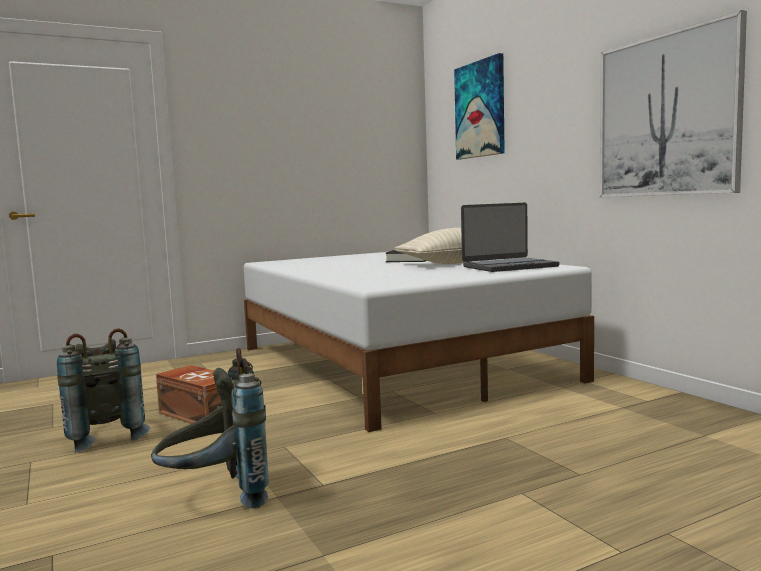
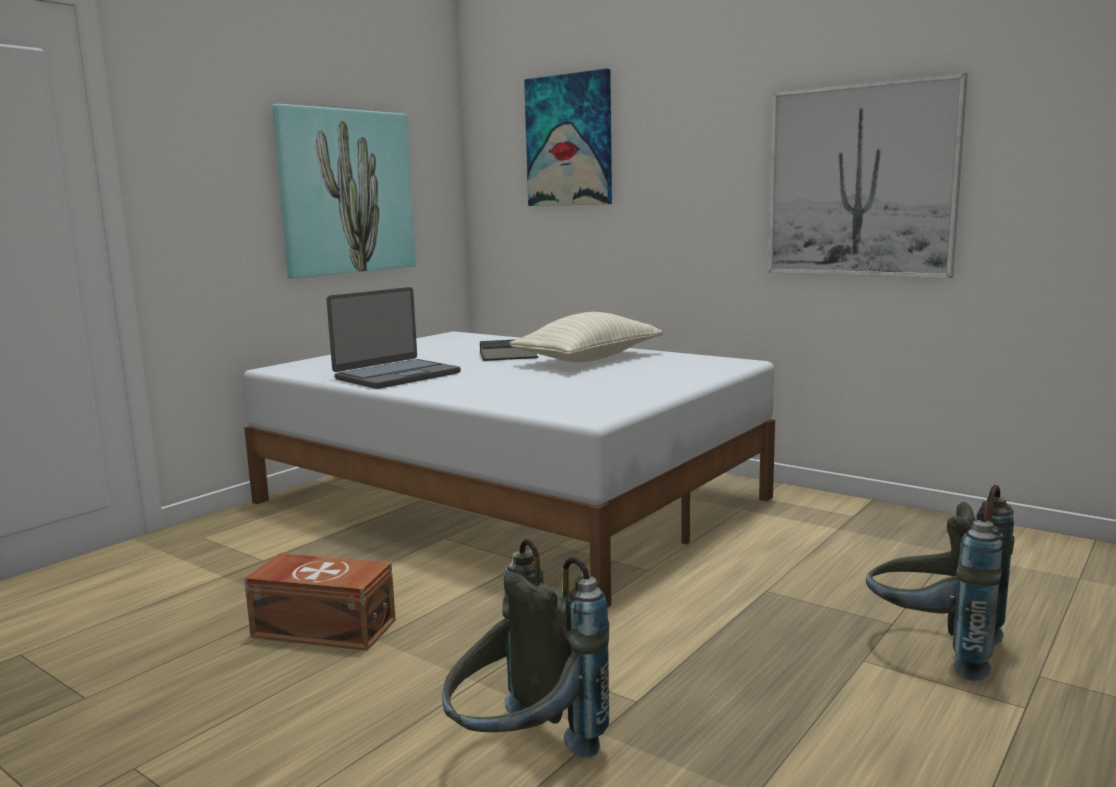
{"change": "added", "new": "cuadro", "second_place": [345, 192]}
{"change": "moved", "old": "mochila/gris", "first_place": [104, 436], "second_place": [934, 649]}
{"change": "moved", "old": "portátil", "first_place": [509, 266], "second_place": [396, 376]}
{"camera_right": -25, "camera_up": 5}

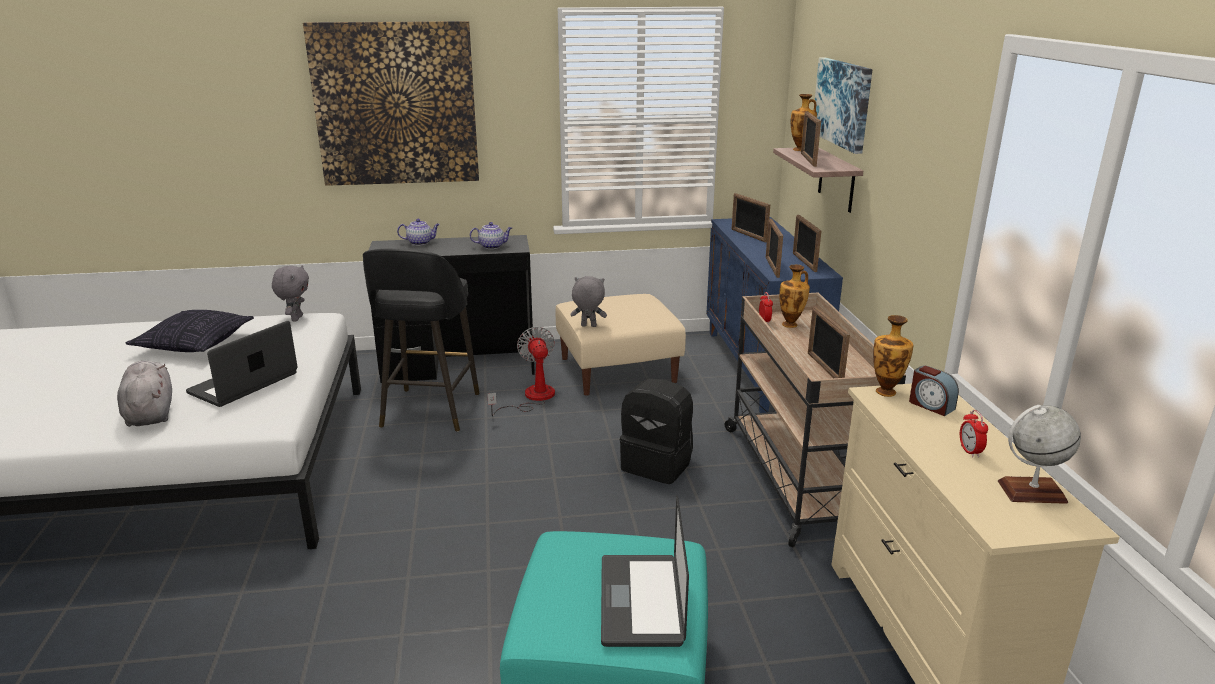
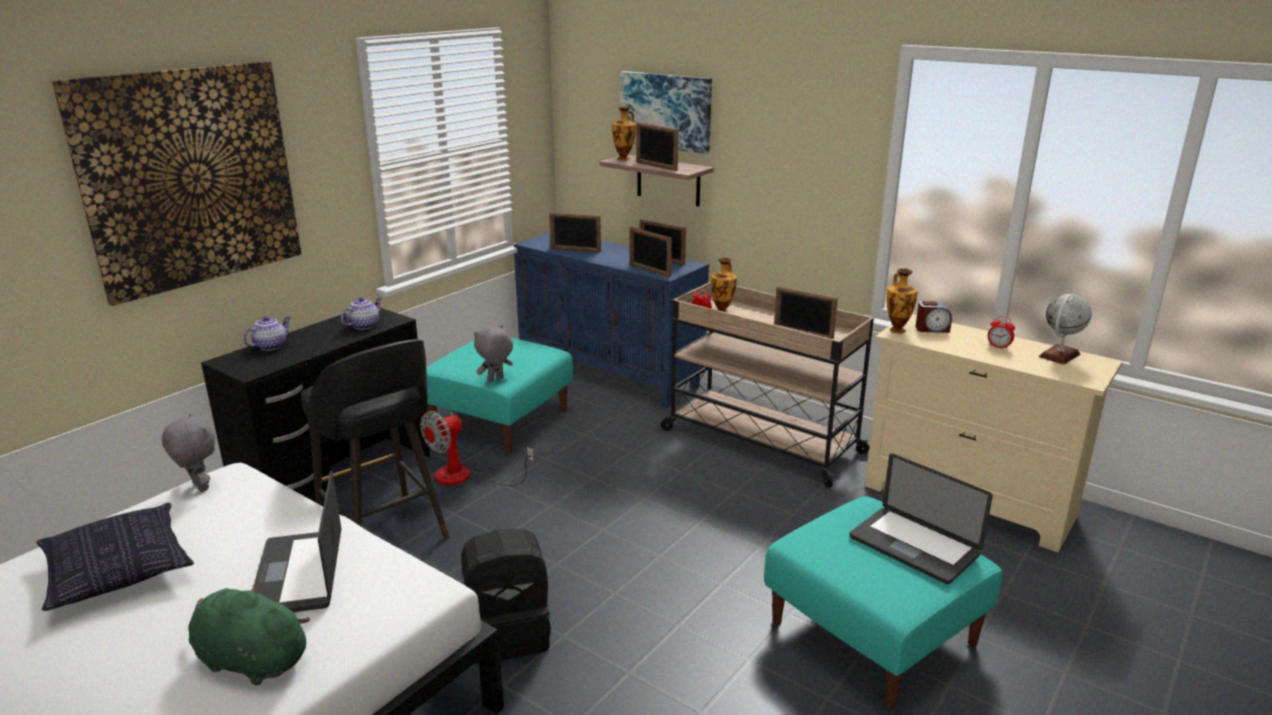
{"change": "moved", "old": "mochila/negro", "first_place": [657, 464], "second_place": [508, 634]}
{"change": "recoloured", "old": "peluche/gris", "new": "peluche/verde", "first_place": [150, 413], "second_place": [249, 660]}
{"change": "recoloured", "old": "puf/beis", "new": "puf/turquesa", "first_place": [617, 370], "second_place": [500, 420]}
{"change": "turned", "old": "ventilador", "first_place": [532, 398], "second_place": [465, 477], "degrees": -75}
{"camera_right": -45, "camera_up": 0}

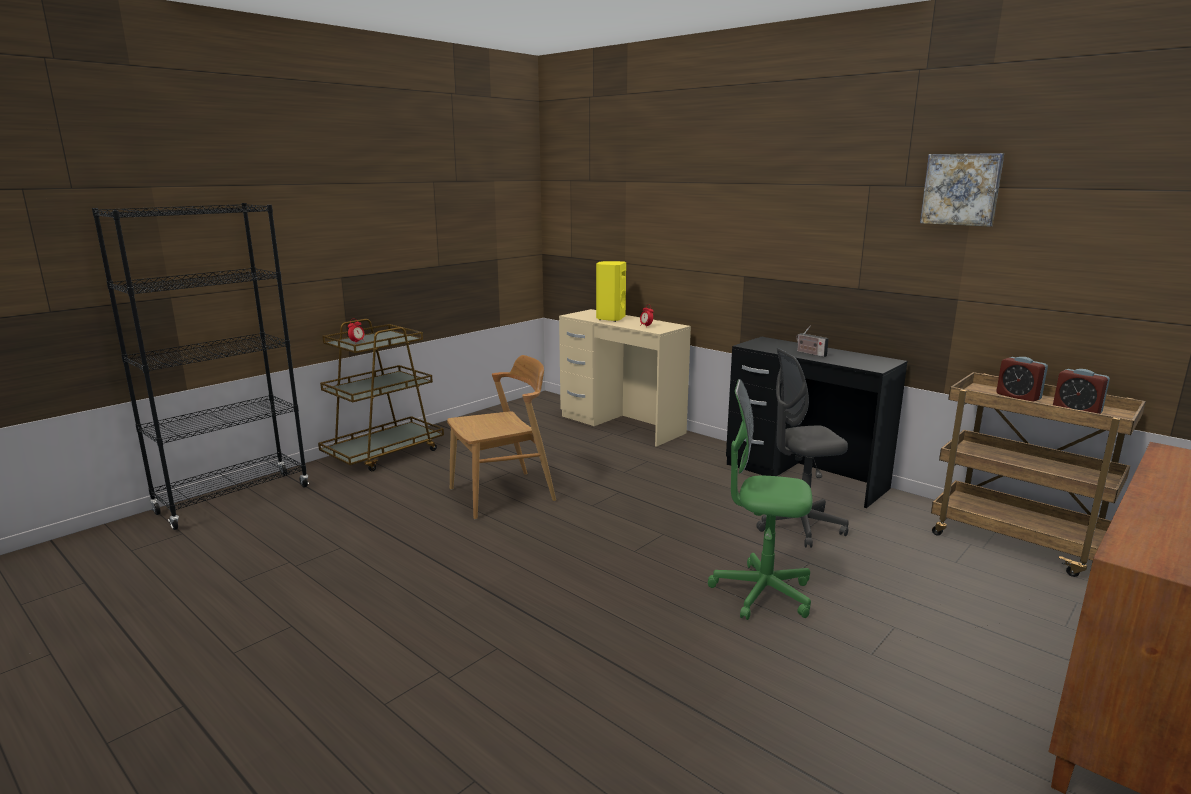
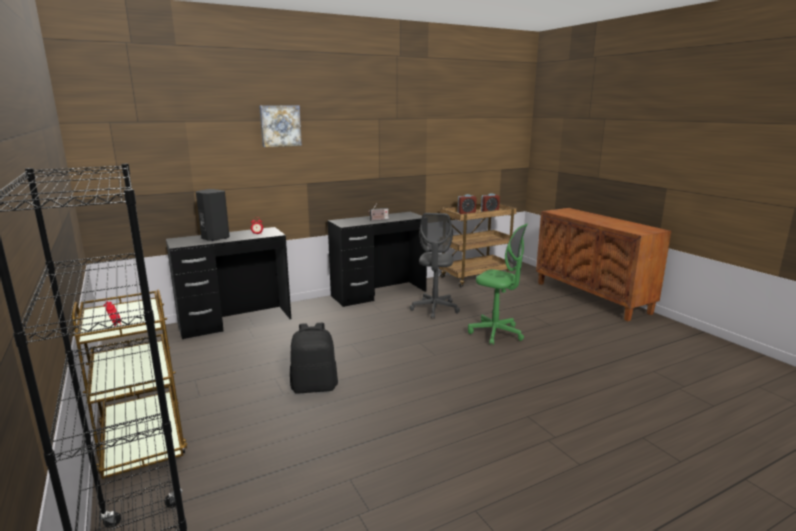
{"change": "moved", "old": "cuadro", "first_place": [961, 189], "second_place": [280, 126]}
{"change": "replaced", "old": "silla/marrón", "new": "mochila/negro", "first_place": [502, 495], "second_place": [314, 387]}
{"change": "recoloured", "old": "escritorio/beis", "new": "escritorio/negro", "first_place": [622, 424], "second_place": [235, 321]}
{"change": "recoloured", "old": "altavoz/amarillo", "new": "altavoz/negro", "first_place": [610, 318], "second_place": [214, 238]}
{"change": "turned", "old": "silla de oficina/verde", "first_place": [762, 593], "second_place": [496, 333], "degrees": -90}
{"camera_right": -70, "camera_up": 0}

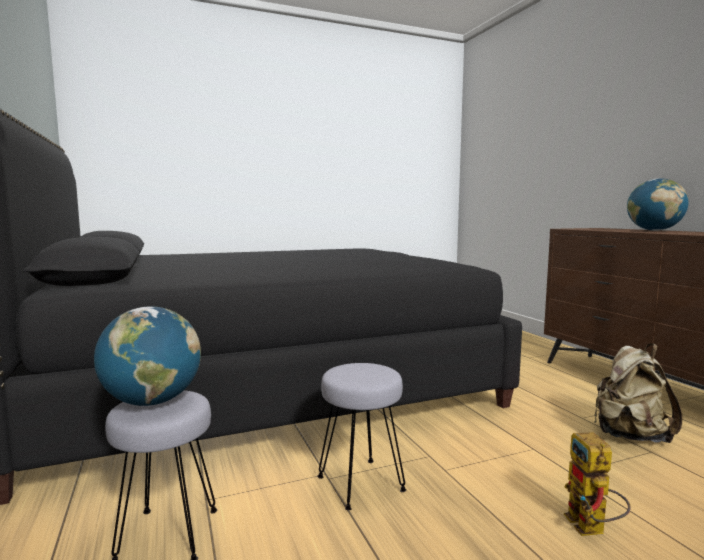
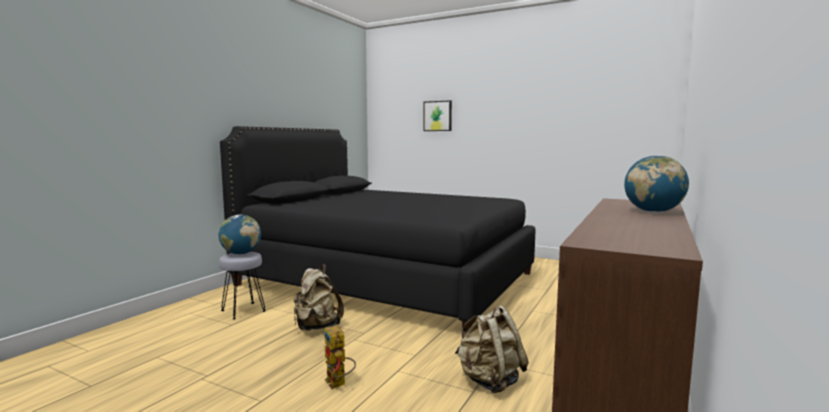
{"change": "added", "new": "cuadro", "second_place": [438, 116]}
{"change": "replaced", "old": "taburete/gris", "new": "mochila/beis", "first_place": [362, 483], "second_place": [316, 327]}
{"change": "turned", "old": "robot de juguete", "first_place": [592, 529], "second_place": [339, 384], "degrees": -75}
{"camera_right": 50, "camera_up": 0}

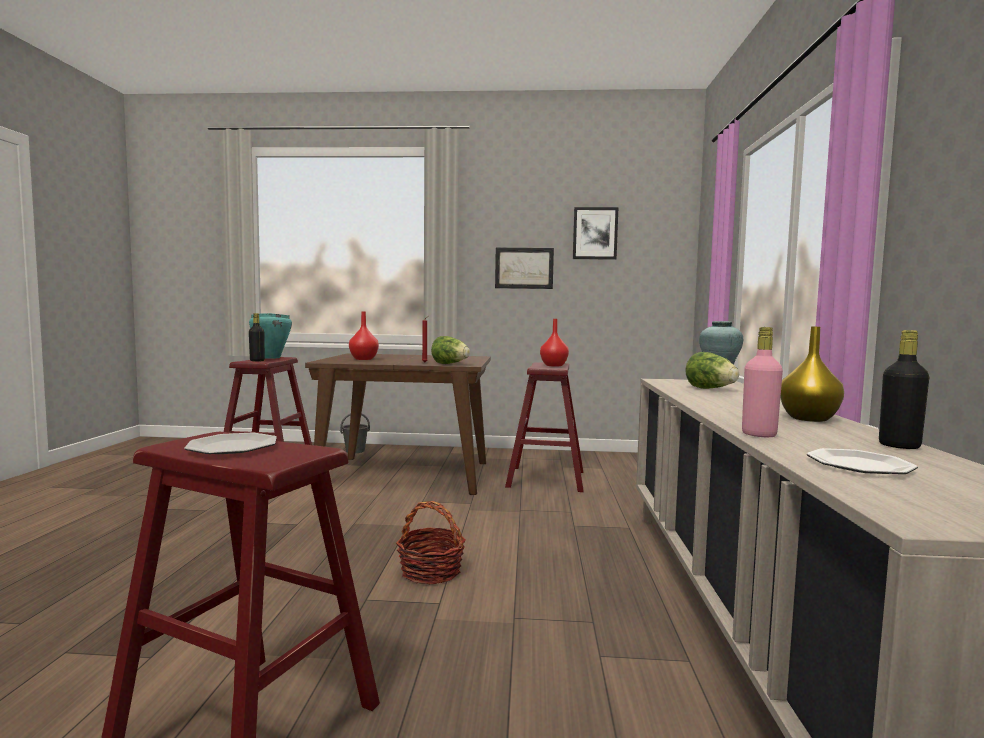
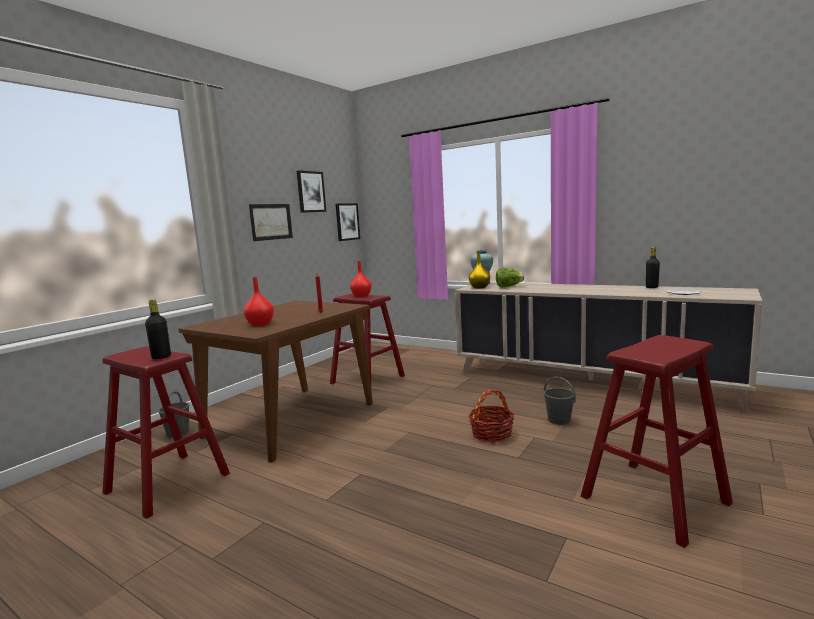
{"change": "removed", "old": "plato", "first_place": [233, 447]}
{"change": "removed", "old": "olla/turquesa", "first_place": [271, 357]}
{"change": "removed", "old": "lechuga", "first_place": [450, 364]}
{"change": "removed", "old": "botella/rosa", "first_place": [759, 434]}
{"change": "added", "new": "cuadro", "second_place": [347, 222]}
{"change": "added", "new": "cubo/gris", "second_place": [559, 420]}
{"change": "moved", "old": "florero/amarillo", "first_place": [807, 419], "second_place": [479, 287]}
{"camera_right": -60, "camera_up": 5}

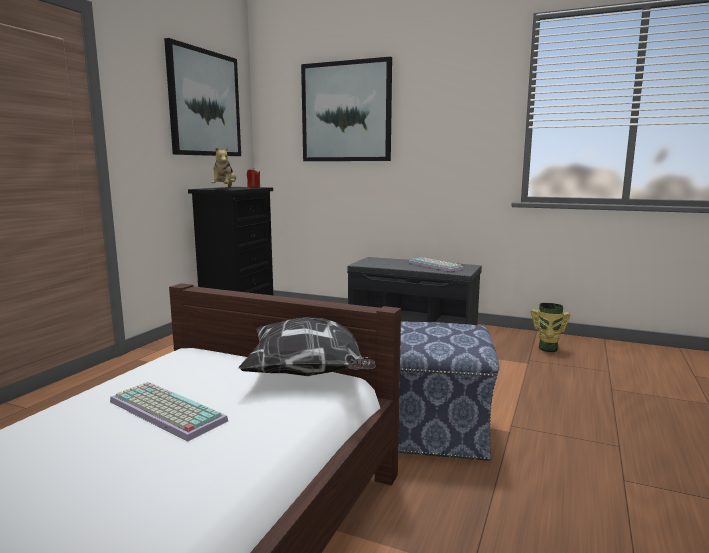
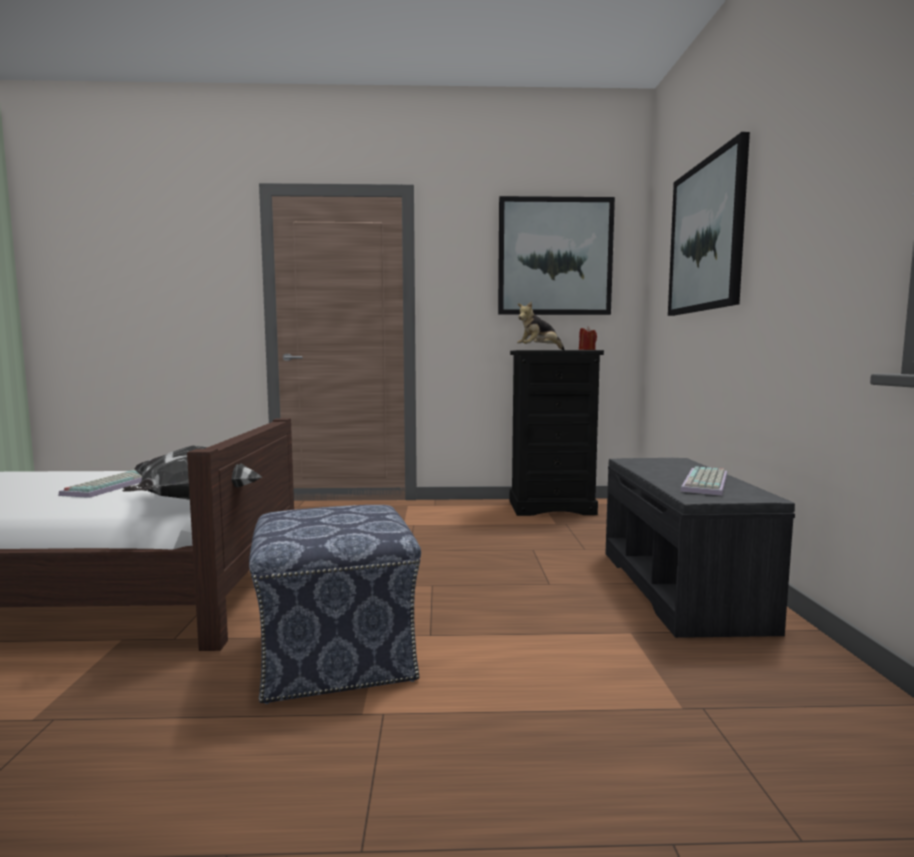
{"change": "removed", "old": "florero", "first_place": [547, 349]}
{"camera_right": 65, "camera_up": -5}

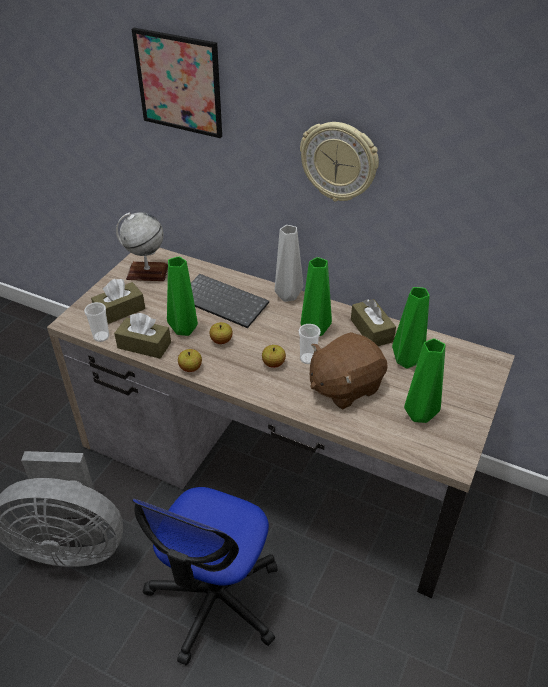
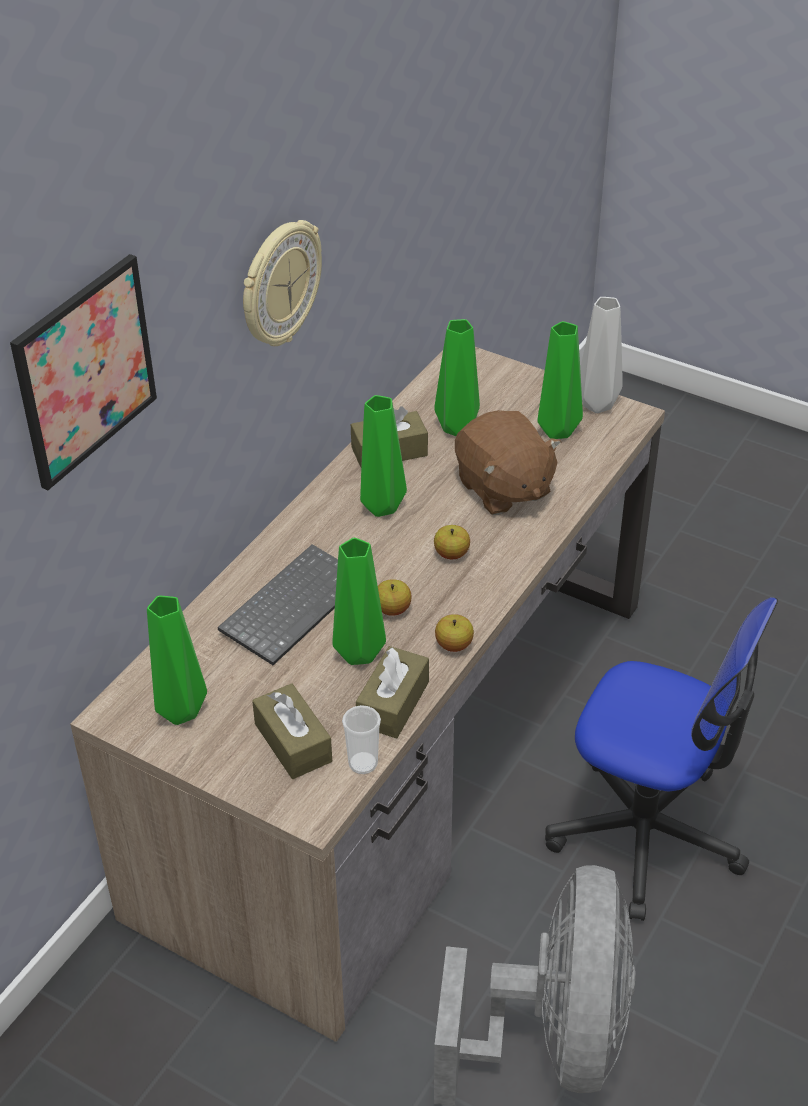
{"change": "removed", "old": "taza", "first_place": [308, 358]}
{"change": "moved", "old": "florero/gris", "first_place": [289, 296], "second_place": [597, 403]}
{"change": "replaced", "old": "globo terráqueo", "new": "florero/verde", "first_place": [147, 272], "second_place": [181, 710]}
{"camera_right": -85, "camera_up": 0}

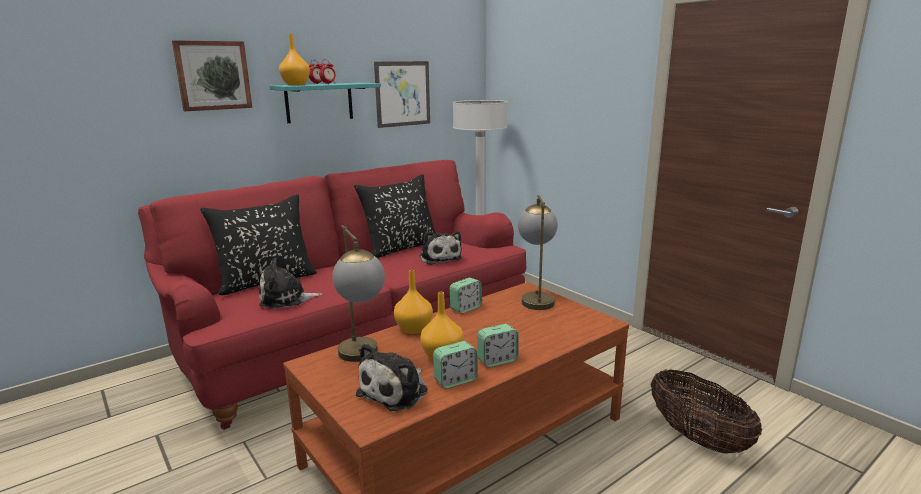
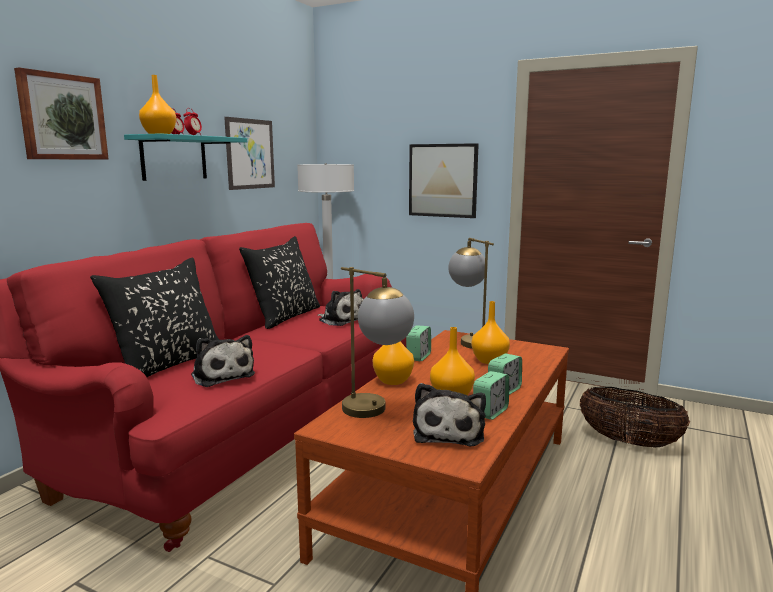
{"change": "added", "new": "cuadro", "second_place": [443, 180]}
{"change": "added", "new": "florero/naranja", "second_place": [489, 360]}
{"change": "turned", "old": "peluche", "first_place": [286, 299], "second_place": [222, 375], "degrees": -90}
{"camera_right": -25, "camera_up": -5}

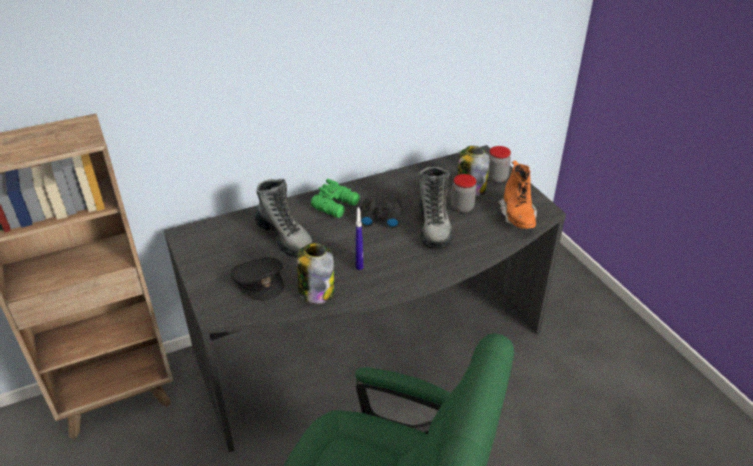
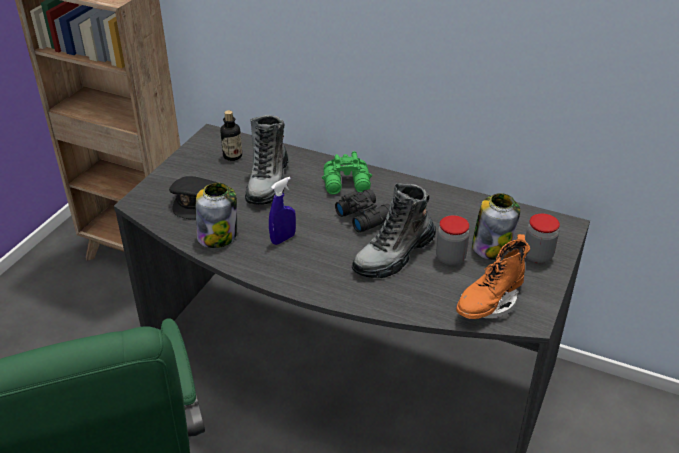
{"change": "added", "new": "botella", "second_place": [232, 156]}
{"camera_right": 50, "camera_up": 0}

